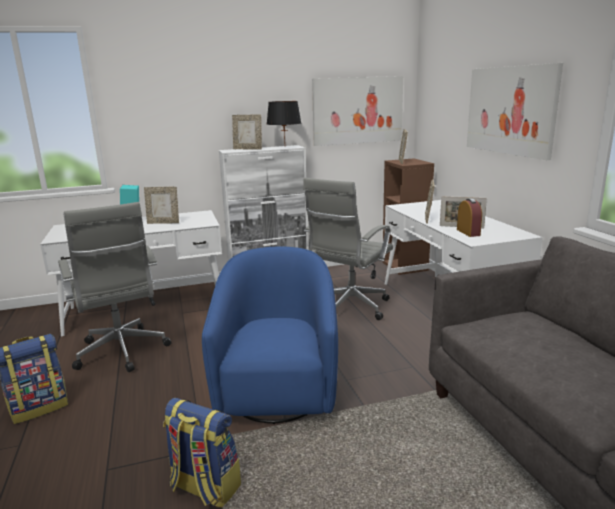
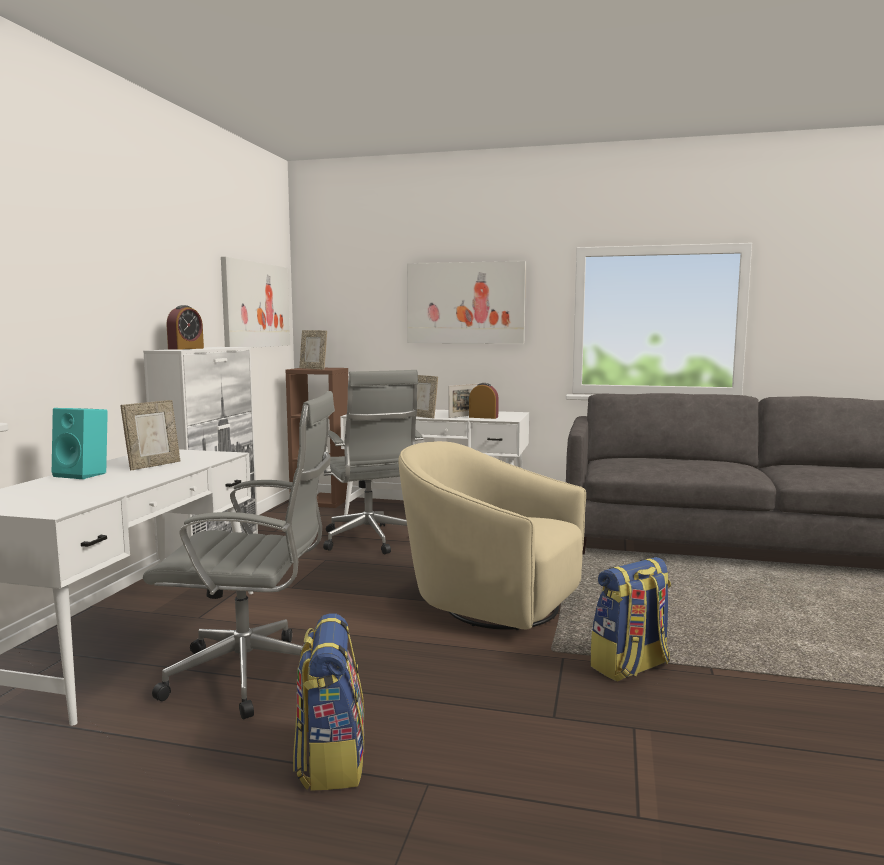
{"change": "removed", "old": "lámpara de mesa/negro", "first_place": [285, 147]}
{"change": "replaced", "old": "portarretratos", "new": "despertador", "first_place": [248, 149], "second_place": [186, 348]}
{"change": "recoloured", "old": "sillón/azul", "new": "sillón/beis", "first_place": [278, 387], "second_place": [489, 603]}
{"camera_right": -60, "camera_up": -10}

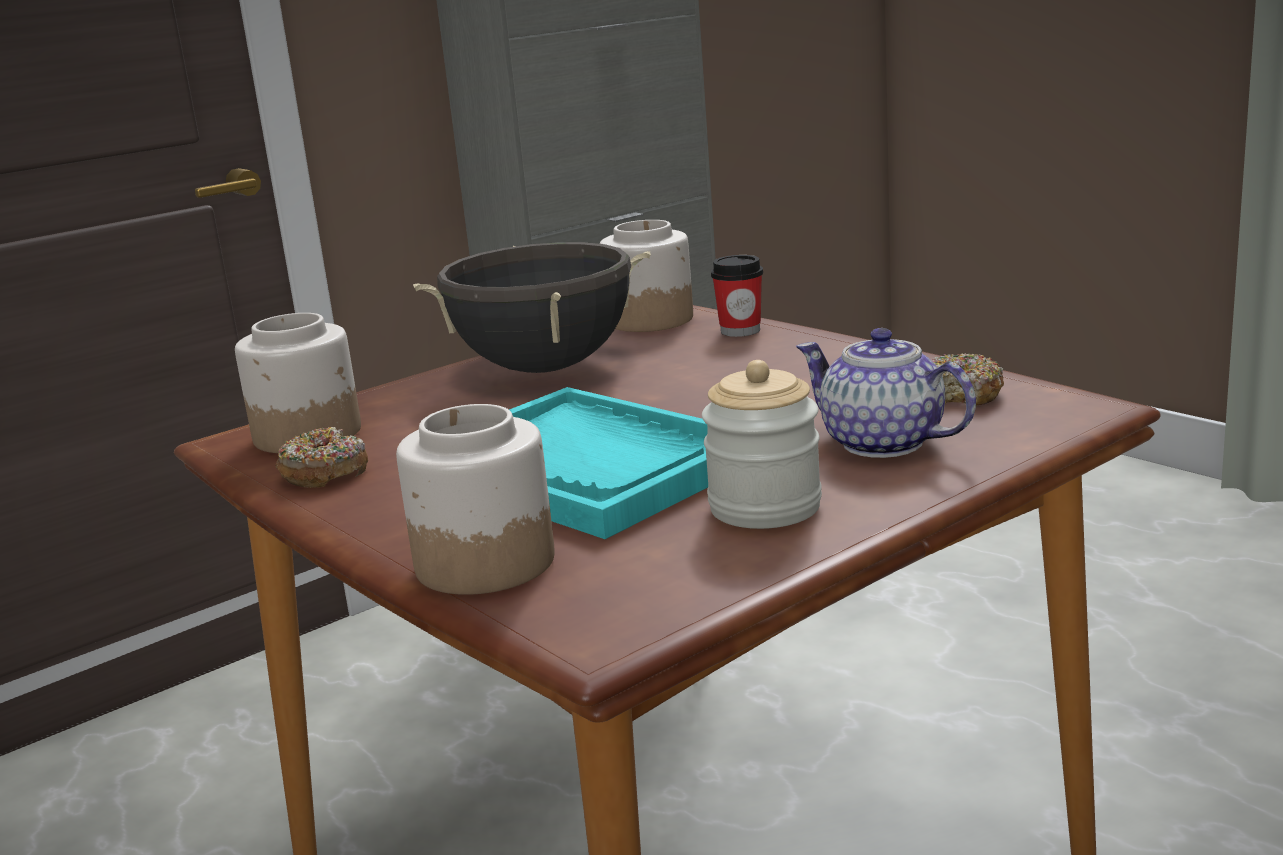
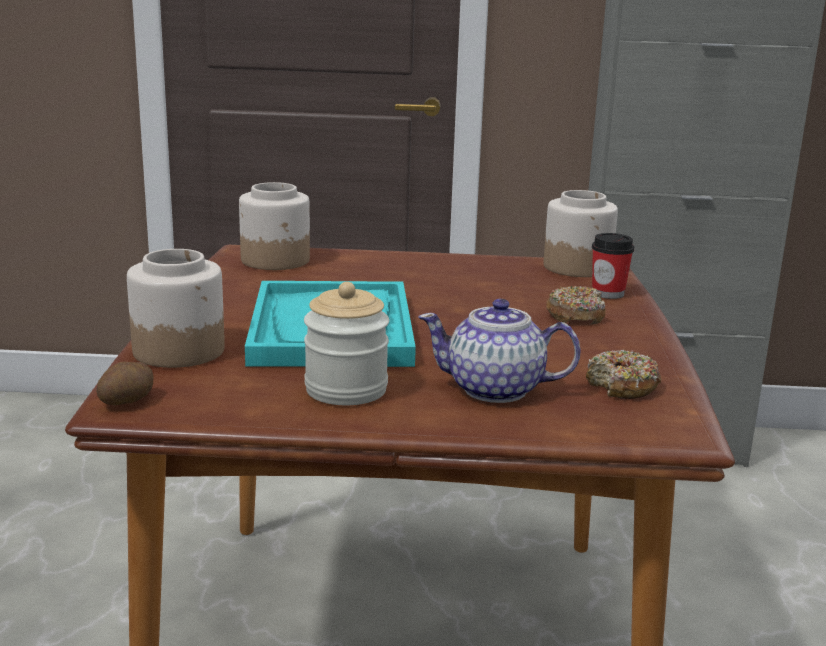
{"change": "removed", "old": "olla/negro", "first_place": [545, 368]}
{"change": "added", "new": "patata", "second_place": [128, 401]}
{"change": "moved", "old": "rosquilla", "first_place": [324, 473], "second_place": [575, 315]}
{"change": "turned", "old": "tetera", "first_place": [883, 443], "second_place": [496, 390], "degrees": -75}
{"camera_right": 40, "camera_up": 0}

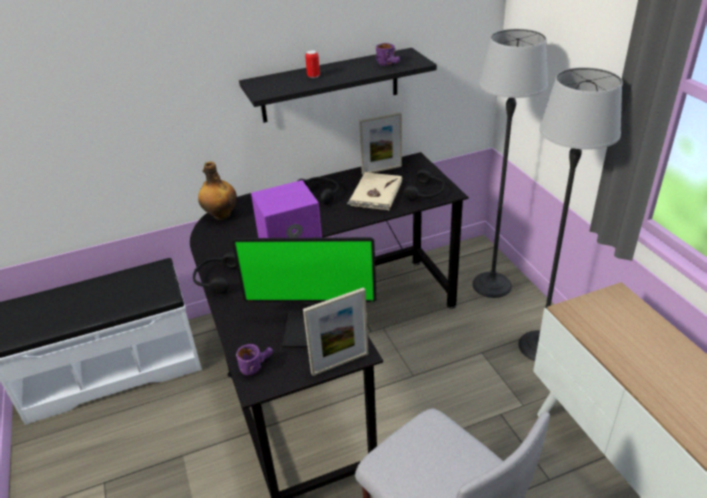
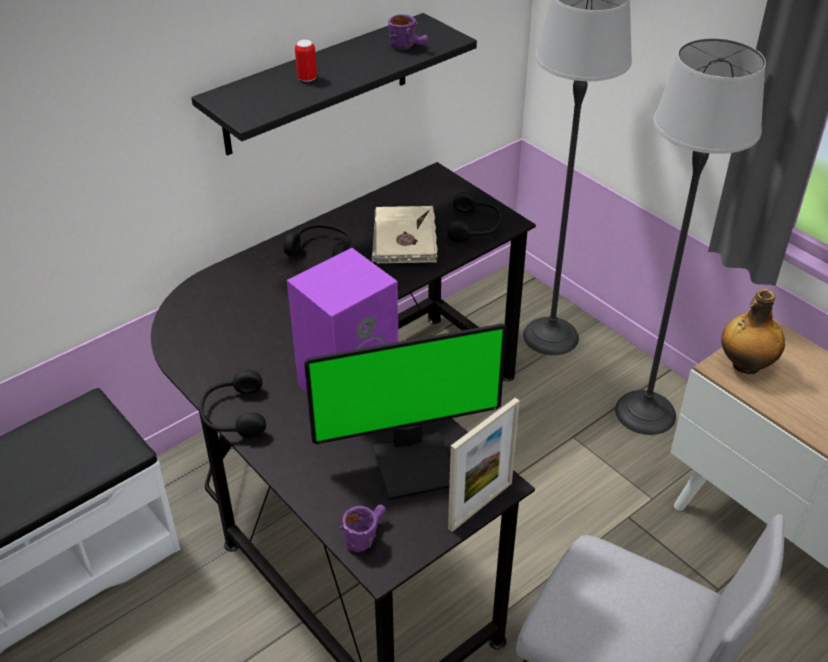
{"change": "removed", "old": "portarretratos", "first_place": [381, 170]}
{"change": "moved", "old": "botella", "first_place": [221, 215], "second_place": [745, 365]}
{"camera_right": -20, "camera_up": 5}

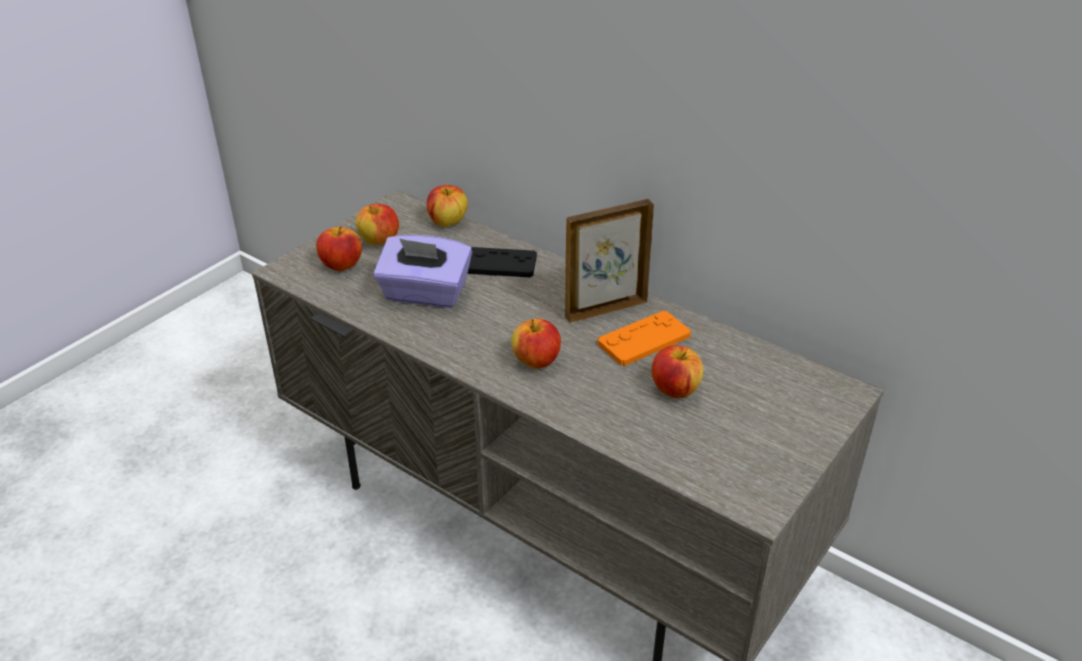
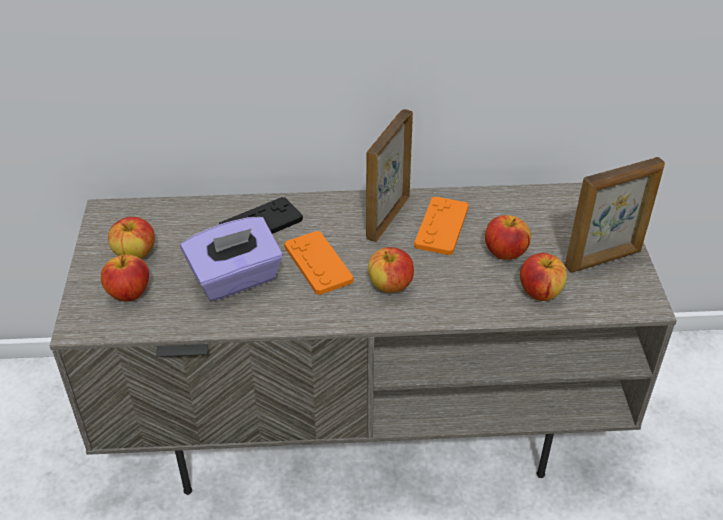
{"change": "added", "new": "mando de consola/naranja", "second_place": [318, 264]}
{"change": "added", "new": "portarretratos", "second_place": [604, 259]}
{"change": "moved", "old": "manzana", "first_place": [447, 222], "second_place": [540, 292]}
{"camera_right": -40, "camera_up": 5}

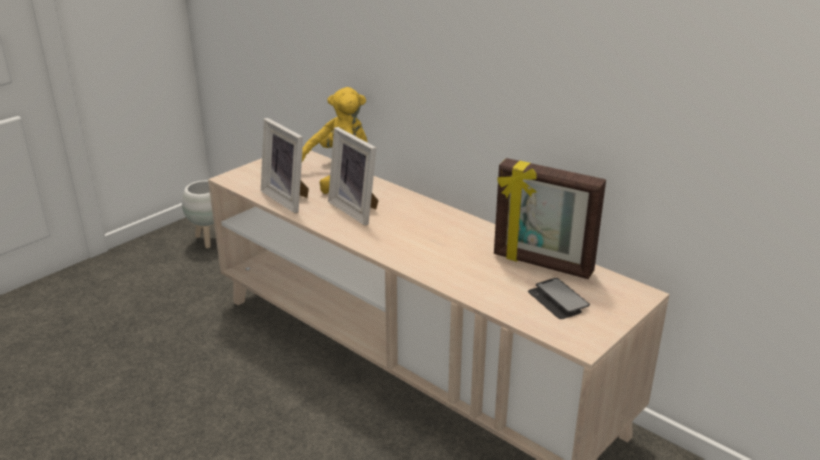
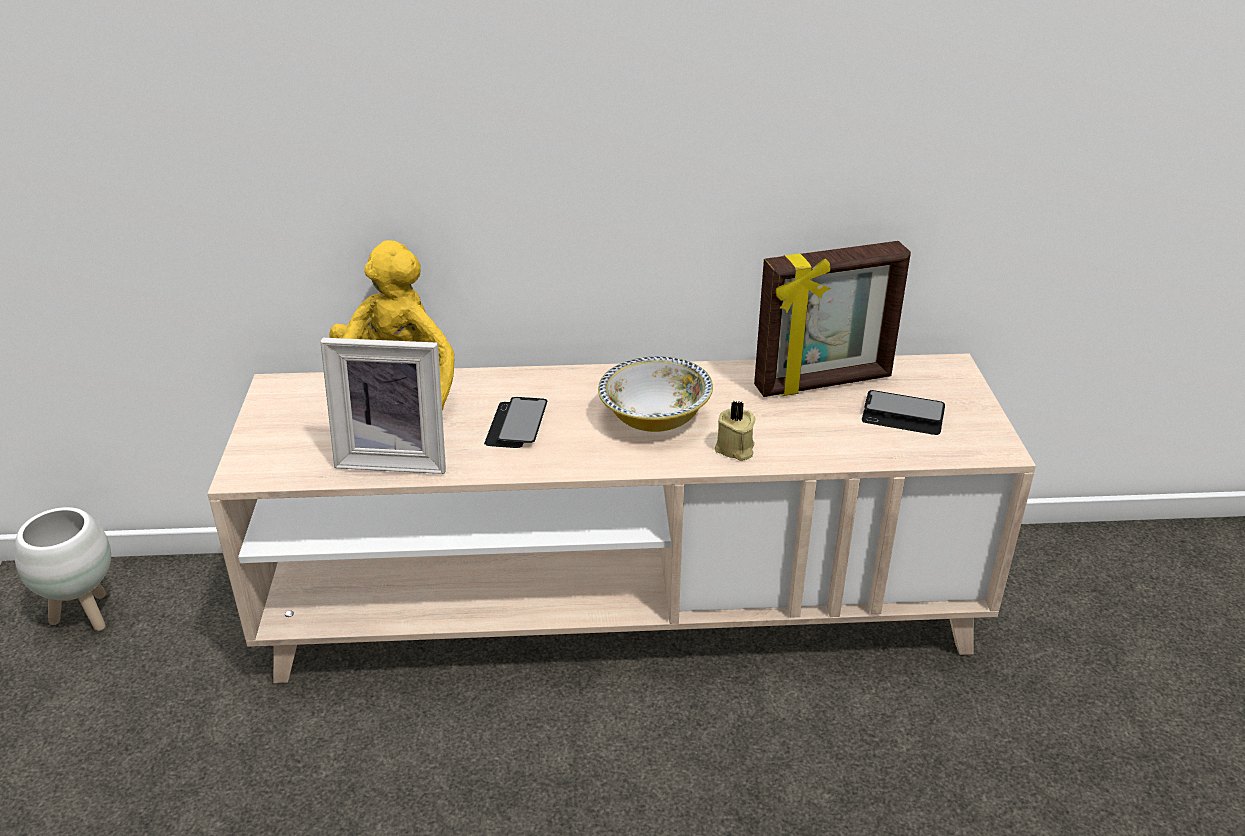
{"change": "added", "new": "cuenco", "second_place": [654, 418]}
{"change": "added", "new": "vela/beis", "second_place": [735, 449]}
{"change": "replaced", "old": "portarretratos", "new": "móvil", "first_place": [357, 209], "second_place": [516, 425]}
{"camera_right": -45, "camera_up": 5}

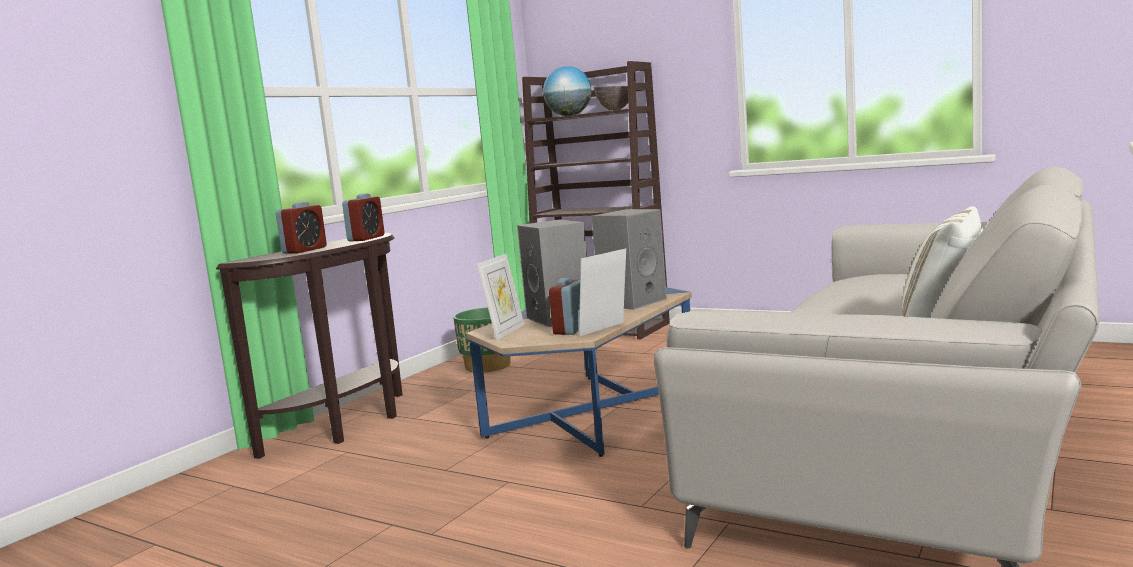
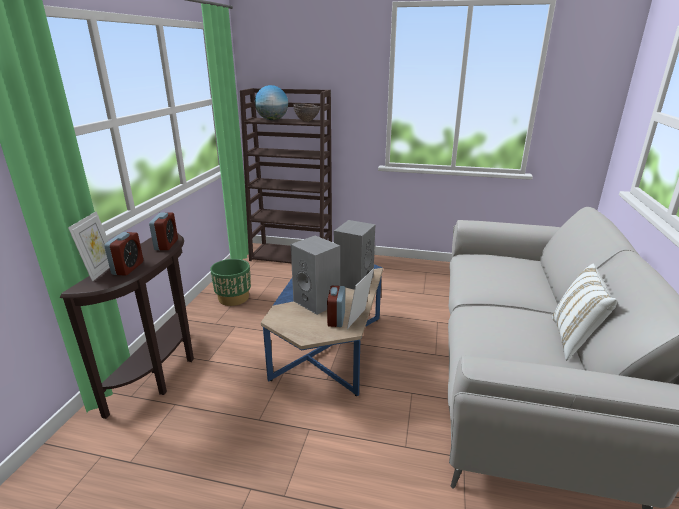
{"change": "moved", "old": "portarretratos", "first_place": [505, 332], "second_place": [100, 270]}
{"camera_right": -20, "camera_up": 15}

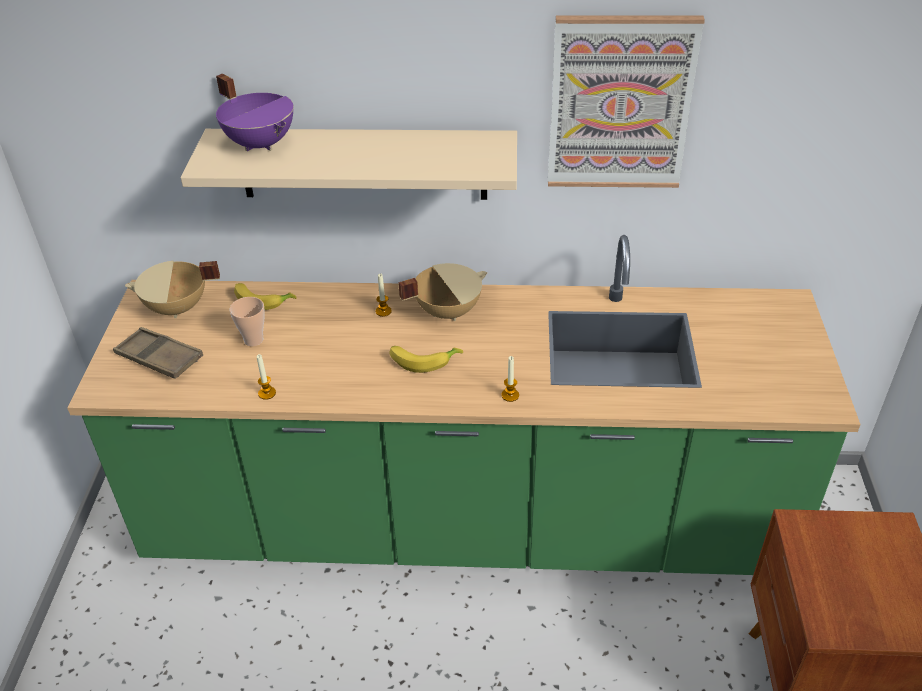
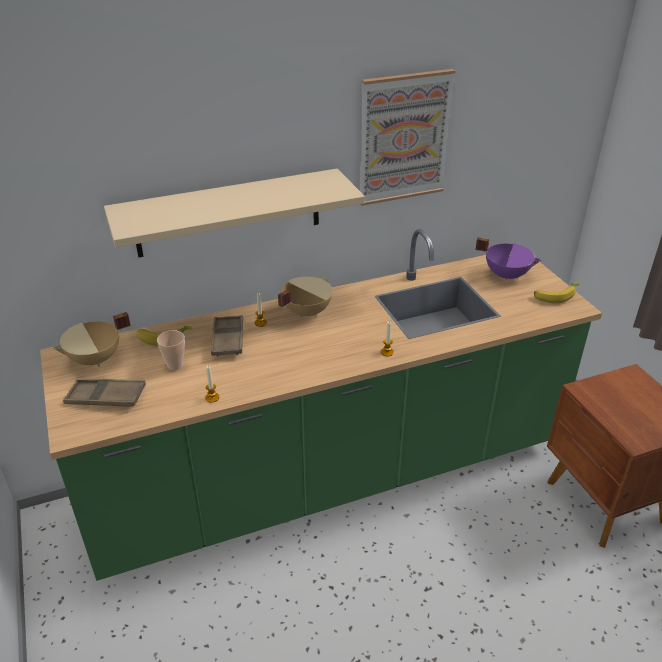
{"change": "added", "new": "bandeja/marrón", "second_place": [228, 339]}
{"change": "moved", "old": "olla/morado", "first_place": [261, 143], "second_place": [506, 275]}
{"change": "moved", "old": "plátano", "first_place": [423, 360], "second_place": [555, 296]}
{"camera_right": -25, "camera_up": -5}

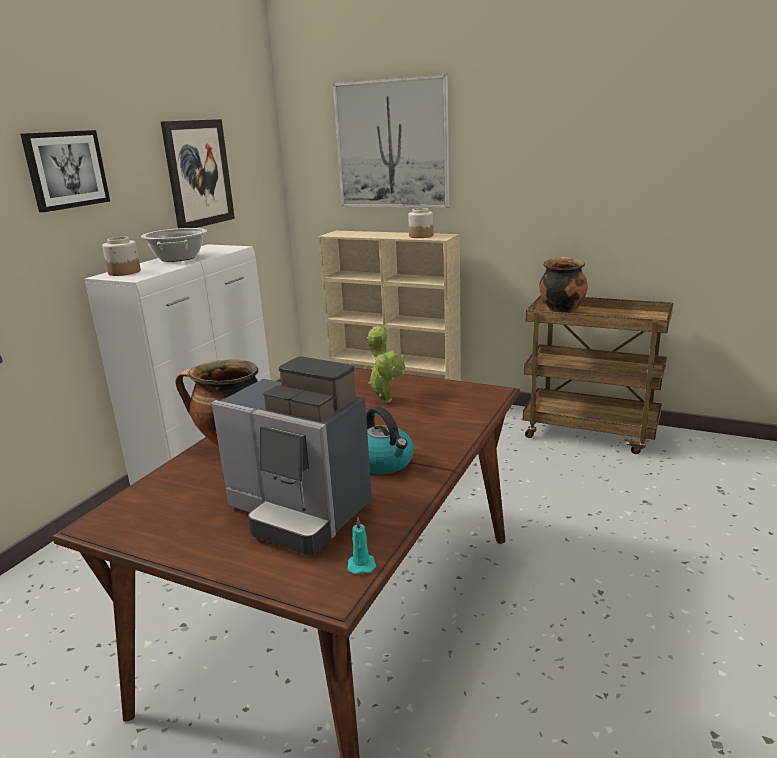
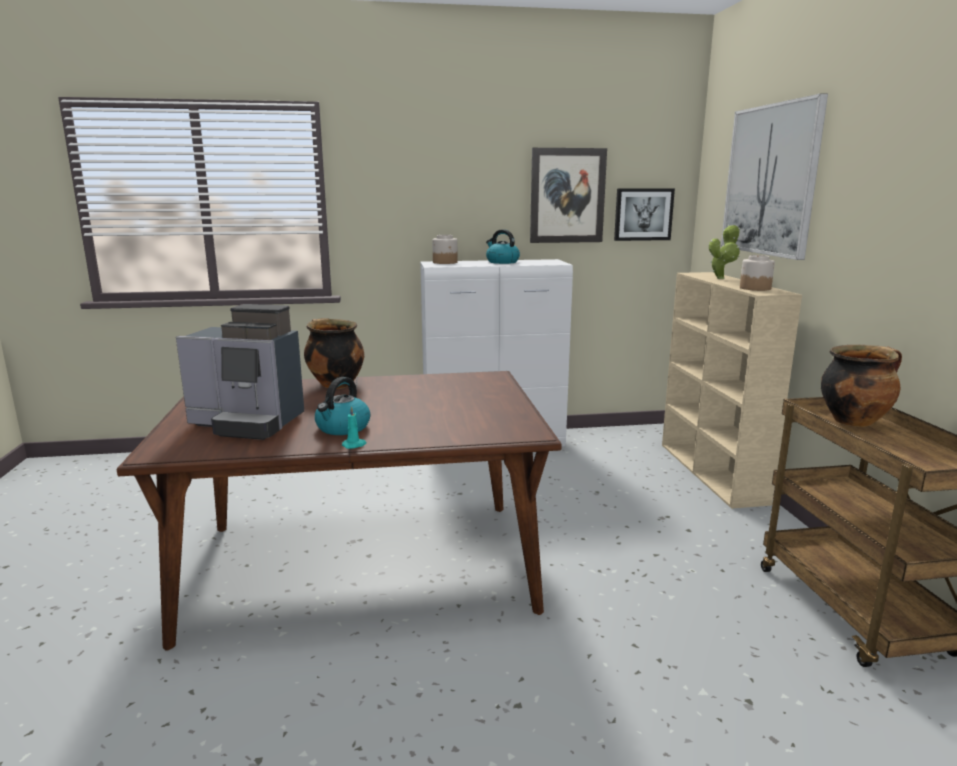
{"change": "moved", "old": "cuadro", "first_place": [66, 170], "second_place": [643, 214]}
{"change": "moved", "old": "vela/turquesa", "first_place": [361, 564], "second_place": [354, 445]}
{"change": "moved", "old": "planta en maceta", "first_place": [385, 399], "second_place": [721, 278]}
{"change": "replaced", "old": "olla", "new": "hervidor", "first_place": [178, 258], "second_place": [502, 262]}
{"change": "turned", "old": "cafetera", "first_place": [299, 513], "second_place": [248, 423], "degrees": -75}
{"camera_right": 55, "camera_up": -5}

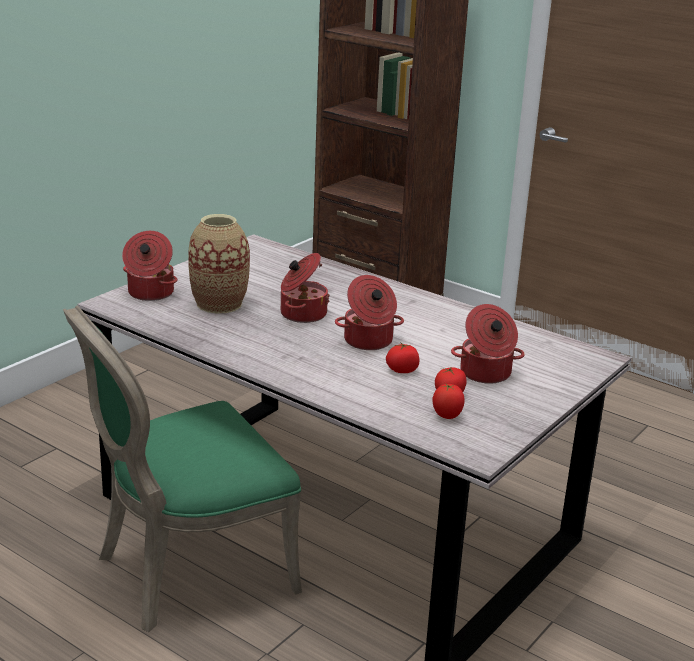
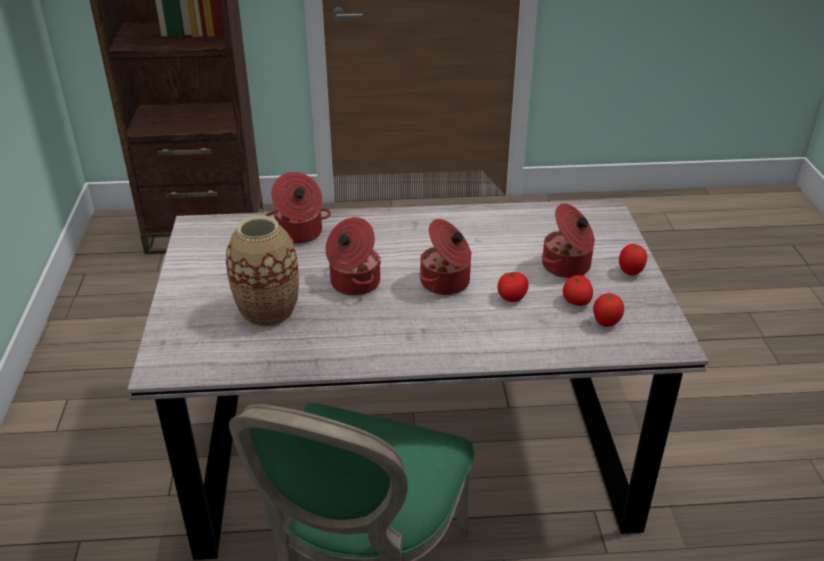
{"change": "added", "new": "tomate", "second_place": [630, 272]}
{"change": "moved", "old": "olla", "first_place": [150, 293], "second_place": [299, 233]}
{"camera_right": -40, "camera_up": 10}

